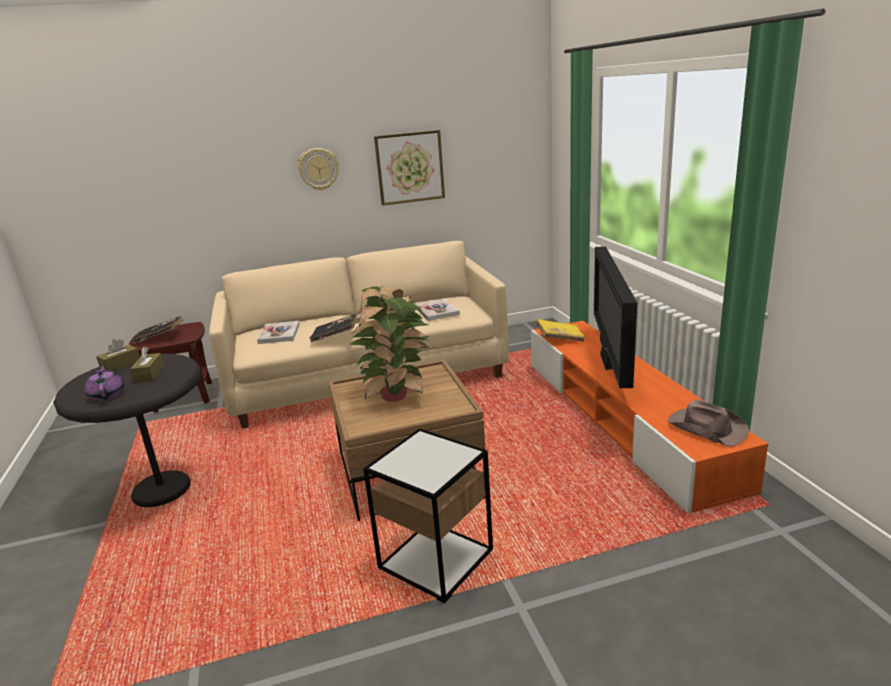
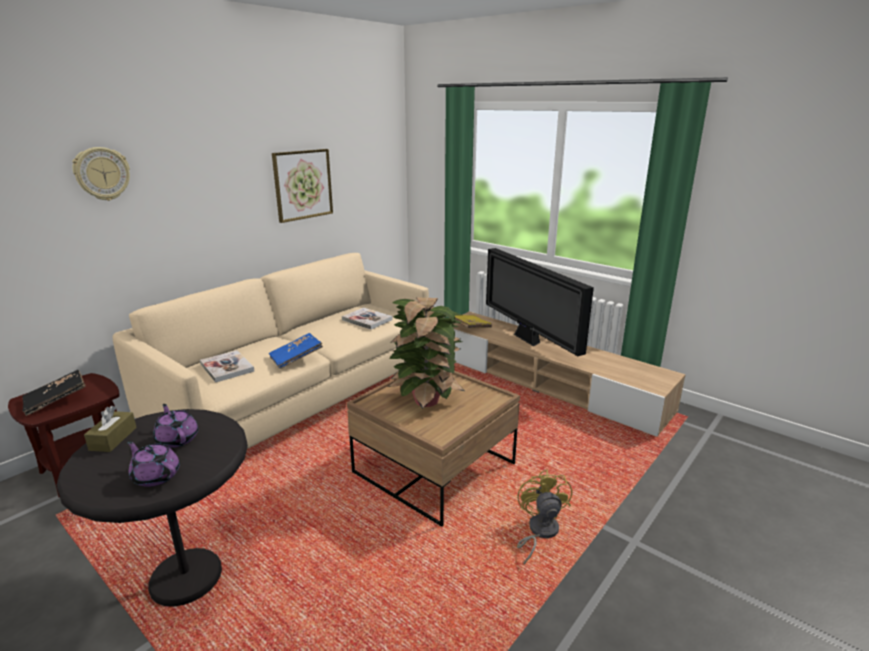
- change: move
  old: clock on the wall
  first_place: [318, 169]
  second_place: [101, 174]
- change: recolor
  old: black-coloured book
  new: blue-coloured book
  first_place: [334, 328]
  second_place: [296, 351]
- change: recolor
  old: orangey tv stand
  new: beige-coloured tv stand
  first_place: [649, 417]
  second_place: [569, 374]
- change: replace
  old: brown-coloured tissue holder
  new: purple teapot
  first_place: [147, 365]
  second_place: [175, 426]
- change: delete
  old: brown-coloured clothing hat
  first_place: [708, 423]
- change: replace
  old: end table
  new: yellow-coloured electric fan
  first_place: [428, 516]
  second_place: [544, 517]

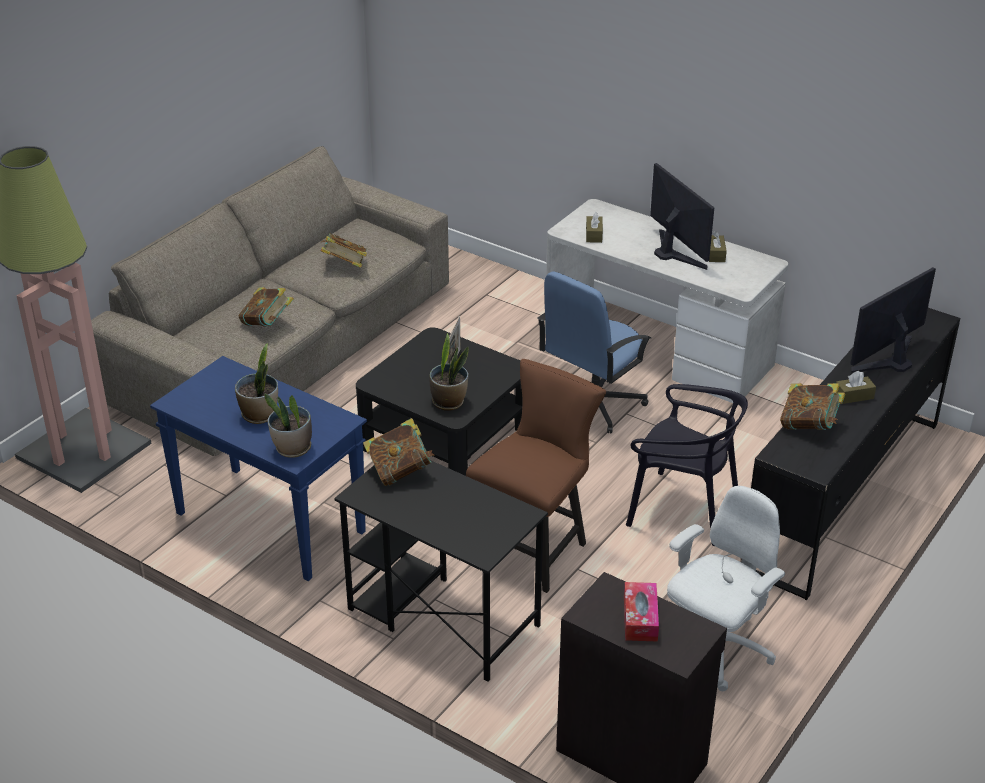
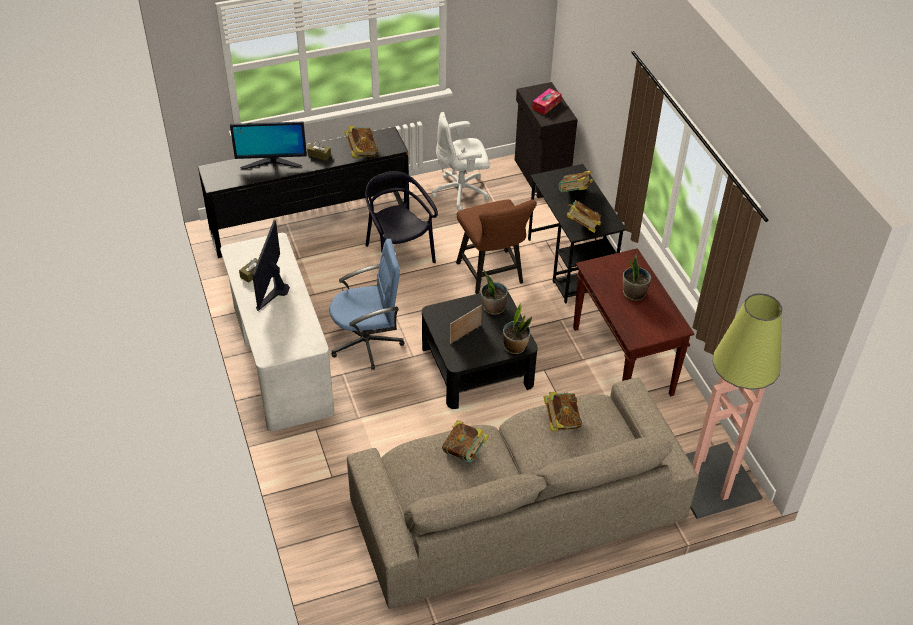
- change: delete
  old: brown-coloured tissue holder
  first_place: [594, 227]
- change: recolor
  old: blue-coloured hall table
  new: brown-coloured hall table
  first_place: [258, 468]
  second_place: [634, 322]
- change: rotate
  old: brown-coloured plain chair
  first_place: [536, 476]
  second_place: [496, 246]
  degrees: -90
- change: move
  old: plant in a pot
  first_place: [288, 426]
  second_place: [517, 328]
- change: insert
  new: book
  second_place: [575, 181]

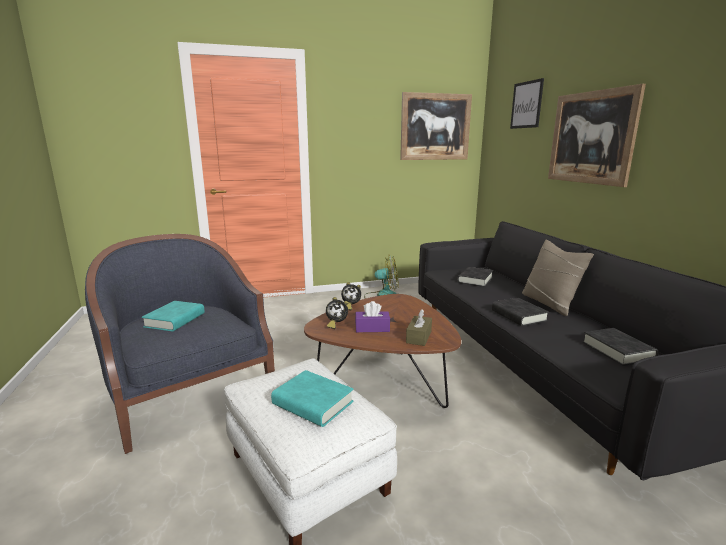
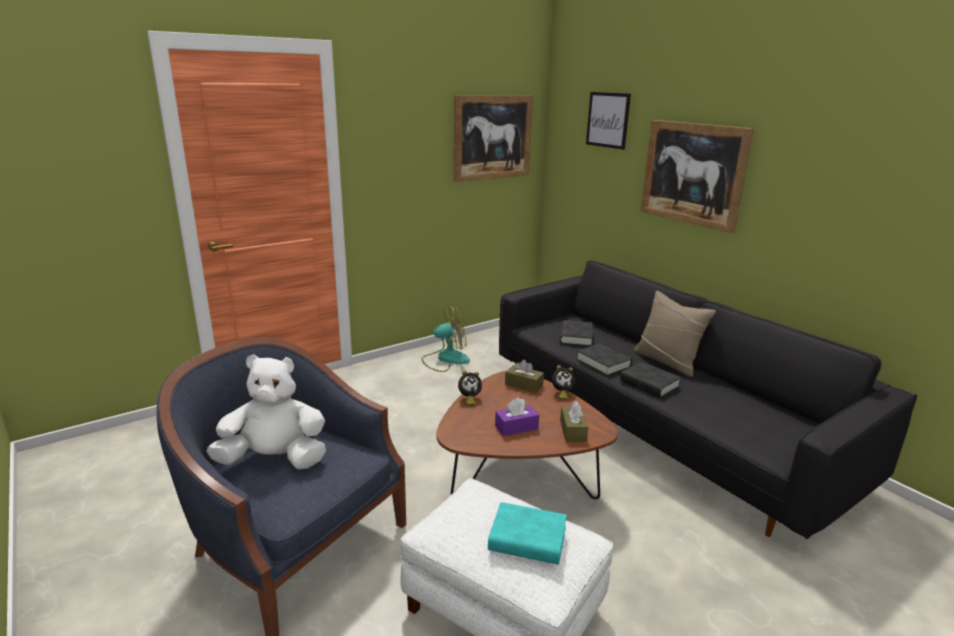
- change: move
  old: alarm clock
  first_place: [337, 313]
  second_place: [563, 382]
- change: replace
  old: blue-green book
  new: white-coloured cuddly toy
  first_place: [173, 316]
  second_place: [266, 412]
- change: move
  old: black-coloured book
  first_place: [620, 347]
  second_place: [604, 360]
- change: insert
  new: brown-coloured tissue holder
  second_place: [524, 376]

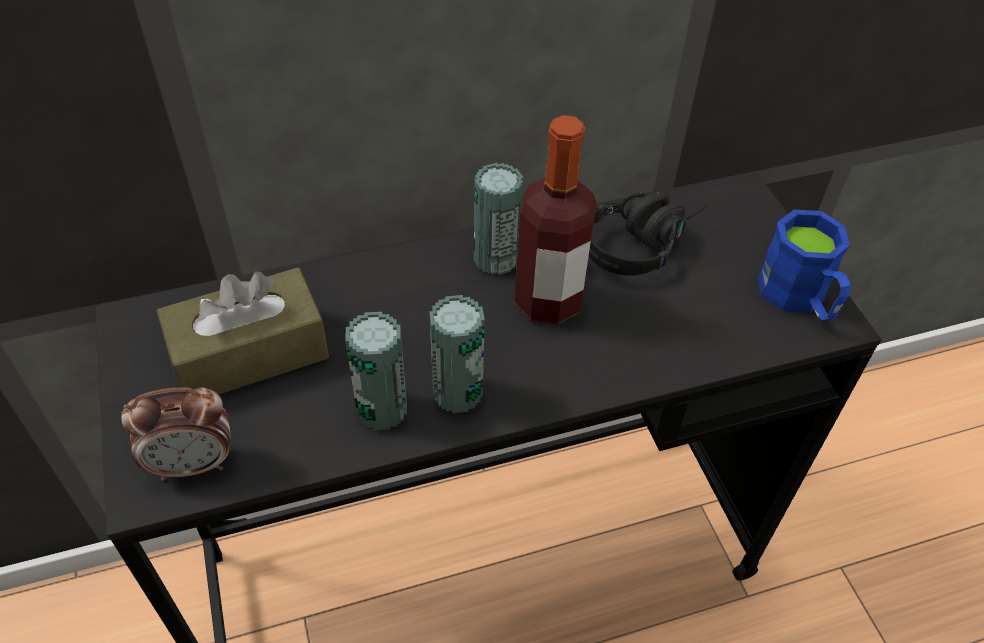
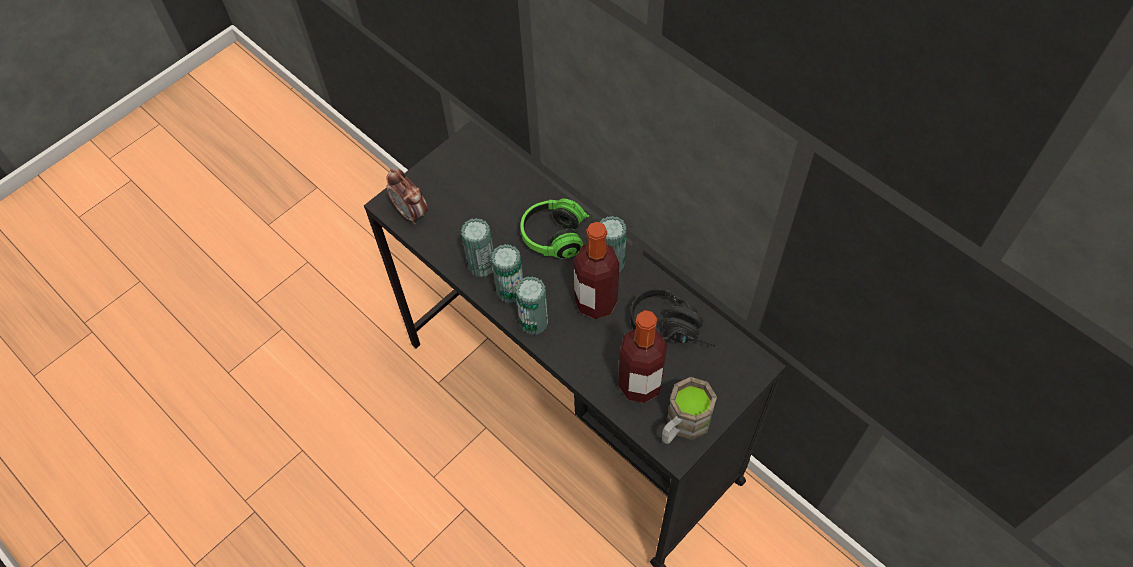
- change: recolor
  old: blue-coloured coffee mug
  new: brown-coloured coffee mug
  first_place: [804, 266]
  second_place: [689, 410]
- change: delete
  old: brown-coloured tissue holder
  first_place: [242, 331]
- change: insert
  new: headphones
  second_place: [560, 229]
- change: insert
  new: sealed can
  second_place: [531, 305]
- change: insert
  new: bottle
  second_place: [642, 356]

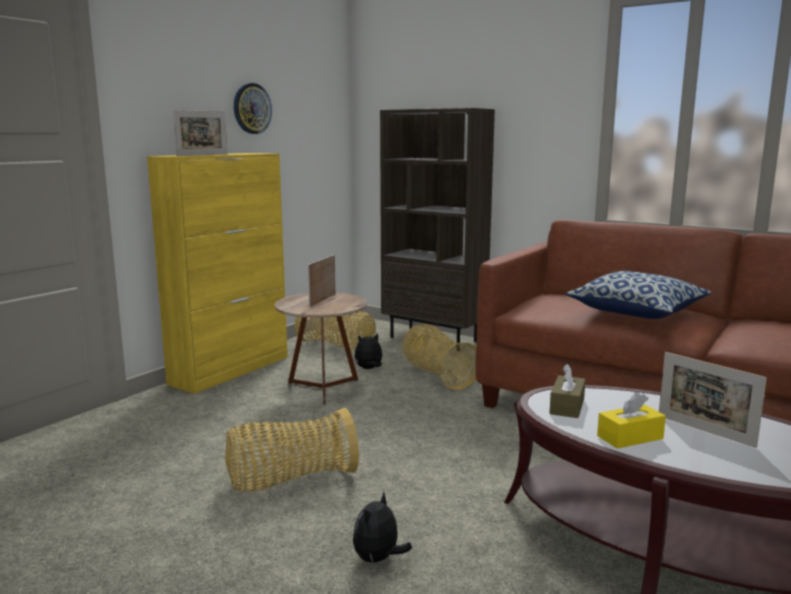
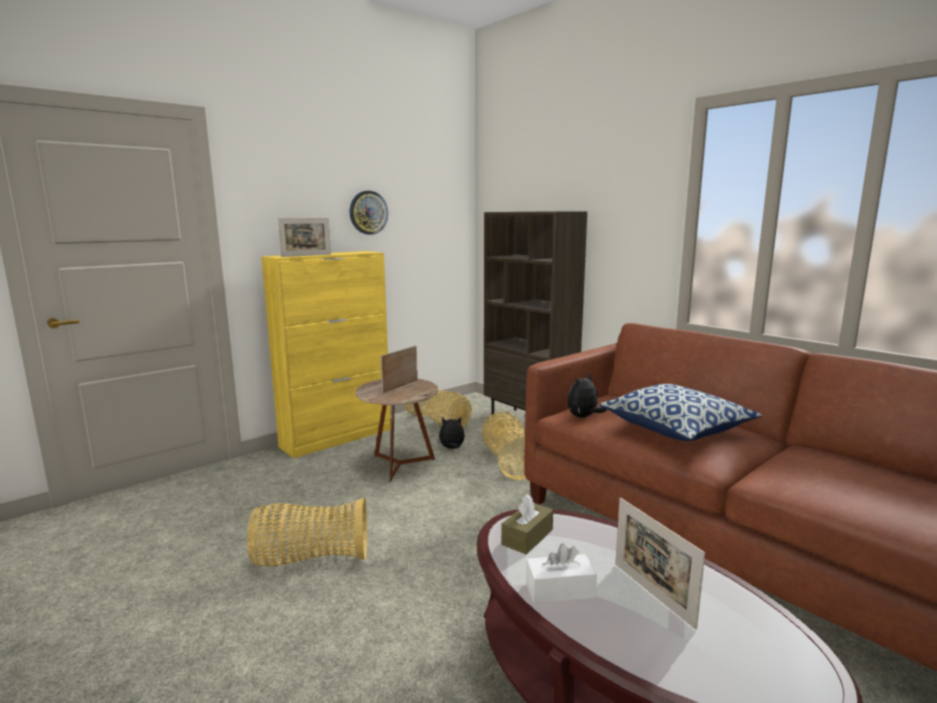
- change: recolor
  old: yellow-coloured tissue holder
  new: white-coloured tissue holder
  first_place: [631, 420]
  second_place: [561, 573]
- change: move
  old: cuddly toy
  first_place: [382, 527]
  second_place: [587, 395]

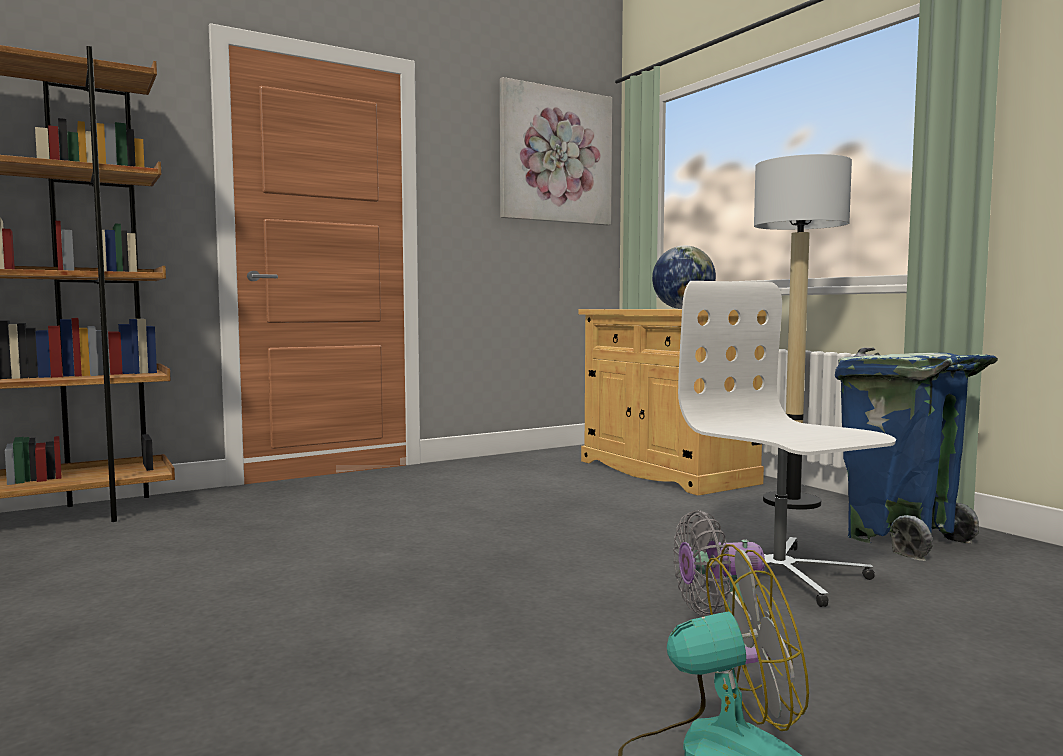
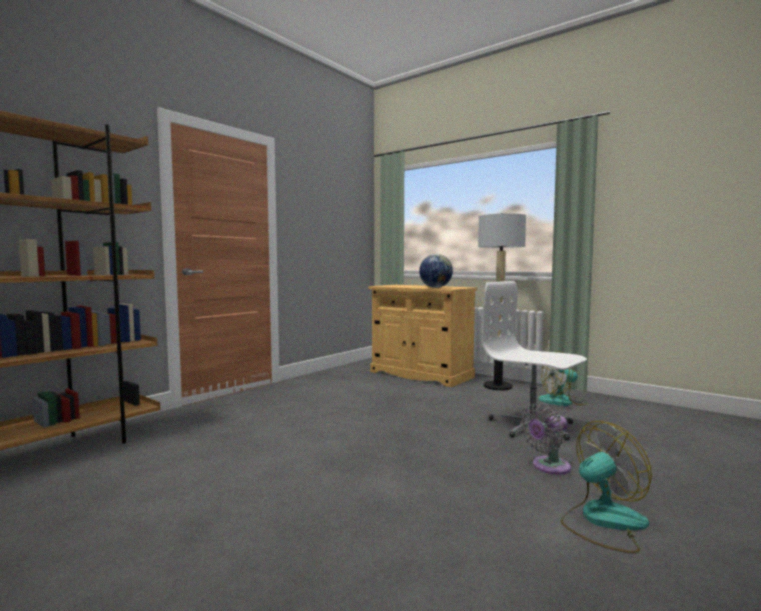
- change: delete
  old: picture
  first_place: [556, 151]
- change: replace
  old: blue-coloured rubbish bin
  new: electric fan
  first_place: [916, 454]
  second_place: [563, 378]

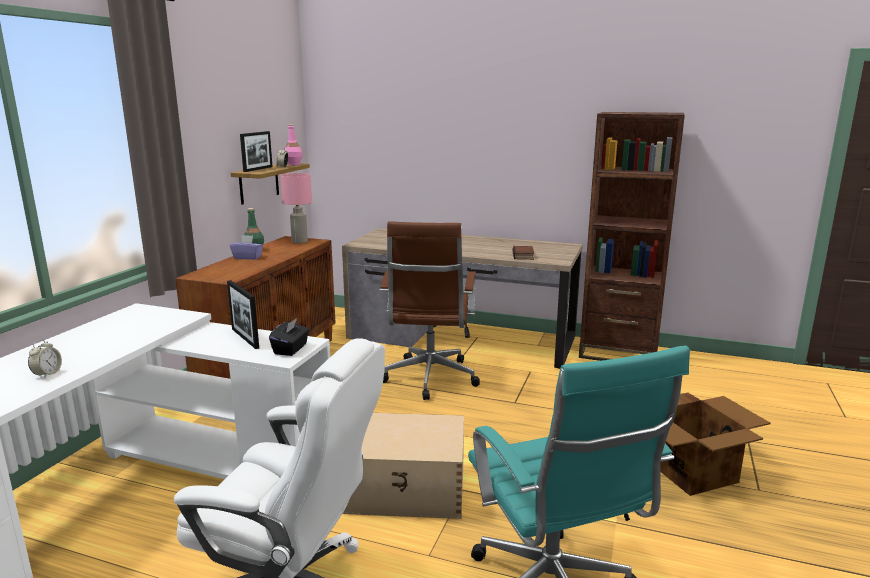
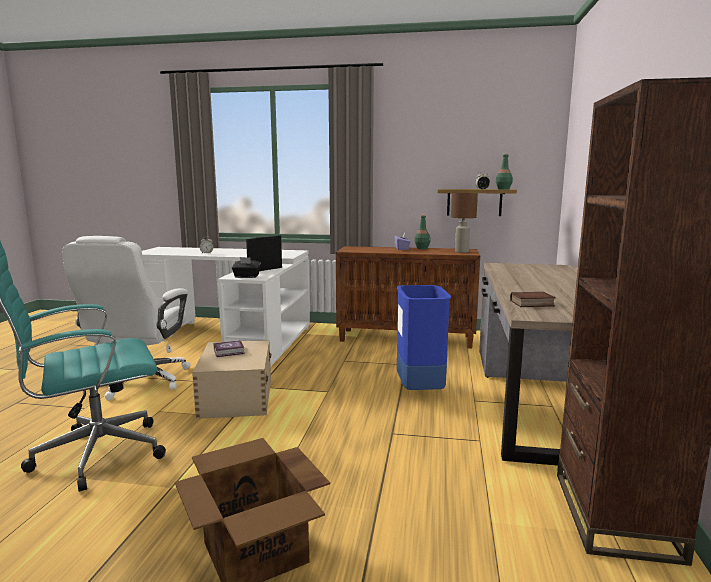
- change: recolor
  old: pink bottle
  new: greenish bottle
  first_place: [294, 144]
  second_place: [504, 171]
- change: delete
  old: photo frame
  first_place: [256, 151]
- change: recolor
  old: pink lamp for a table
  new: brown-coloured lamp for a table
  first_place: [296, 208]
  second_place: [464, 223]
- change: replace
  old: brown-coloured computer chair
  new: blue-coloured rubbish bin
  first_place: [430, 311]
  second_place: [423, 337]
- change: insert
  new: book
  second_place: [229, 348]

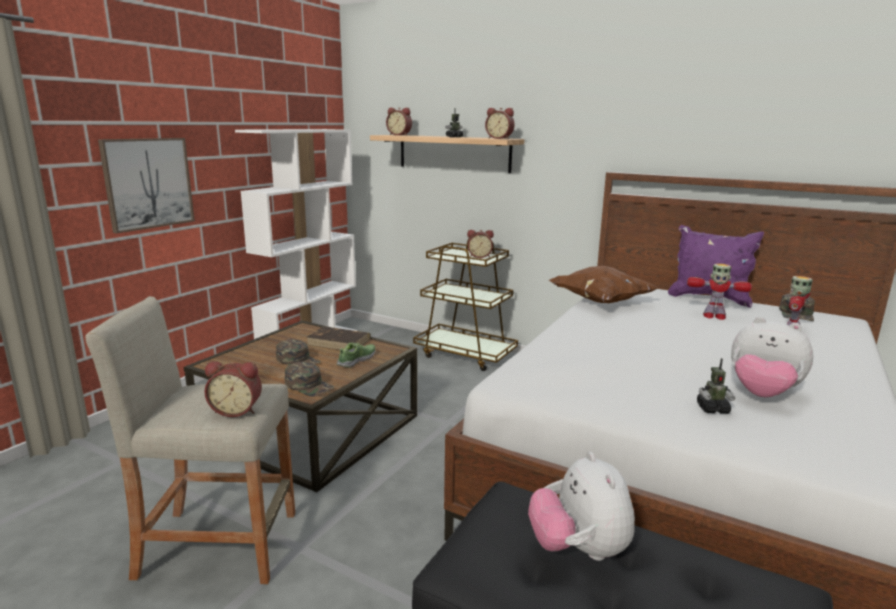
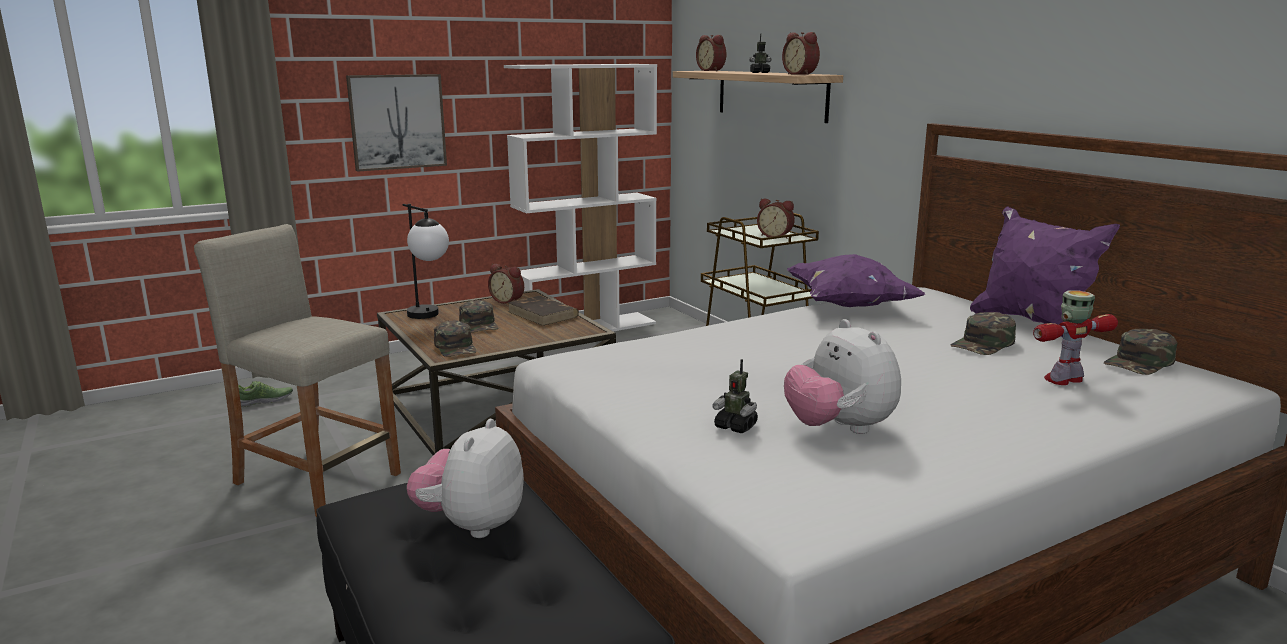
- change: replace
  old: robot figure
  new: greenish baseball cap
  first_place: [719, 292]
  second_place: [983, 333]
- change: recolor
  old: brown-coloured pillow
  new: purple pillow
  first_place: [604, 284]
  second_place: [856, 280]
- change: move
  old: shoe
  first_place: [356, 355]
  second_place: [265, 394]
- change: move
  old: alarm clock
  first_place: [233, 389]
  second_place: [506, 284]
- change: insert
  new: lamp for a table
  second_place: [426, 261]

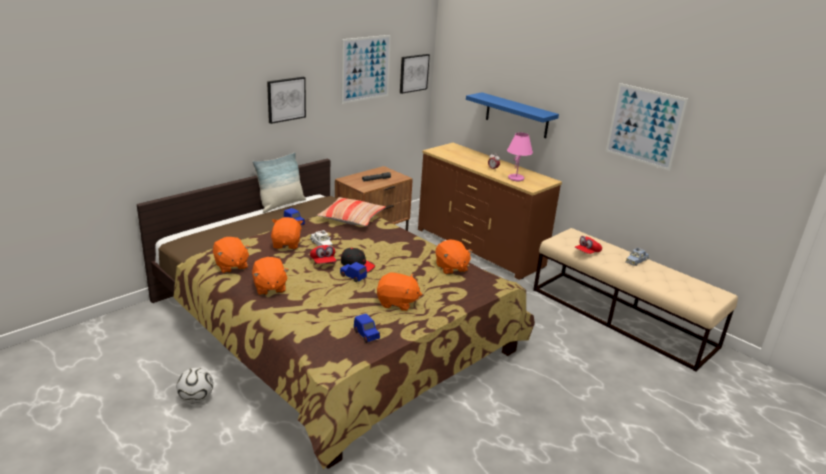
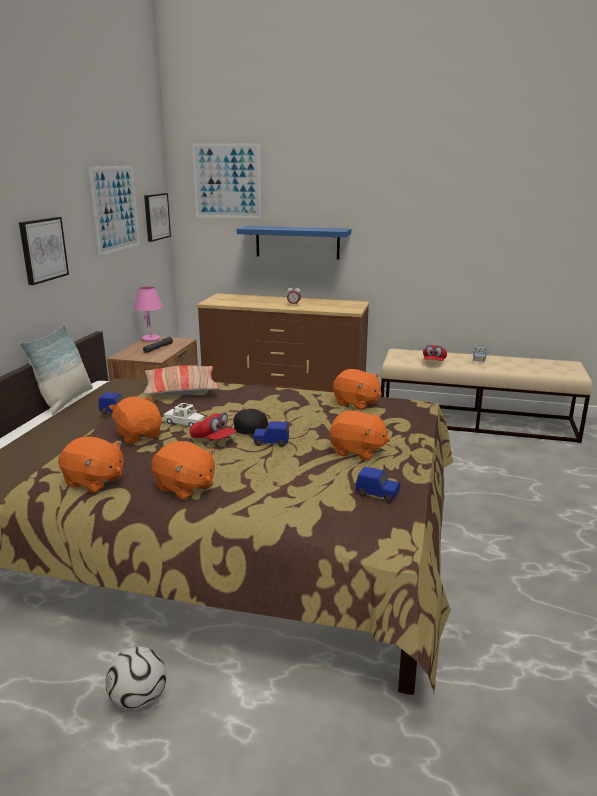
- change: move
  old: picture
  first_place: [647, 127]
  second_place: [227, 181]
- change: move
  old: pink lamp for a table
  first_place: [520, 157]
  second_place: [148, 314]
- change: rotate
  old: orangey cuddly toy
  first_place: [399, 291]
  second_place: [360, 435]
  degrees: 45

